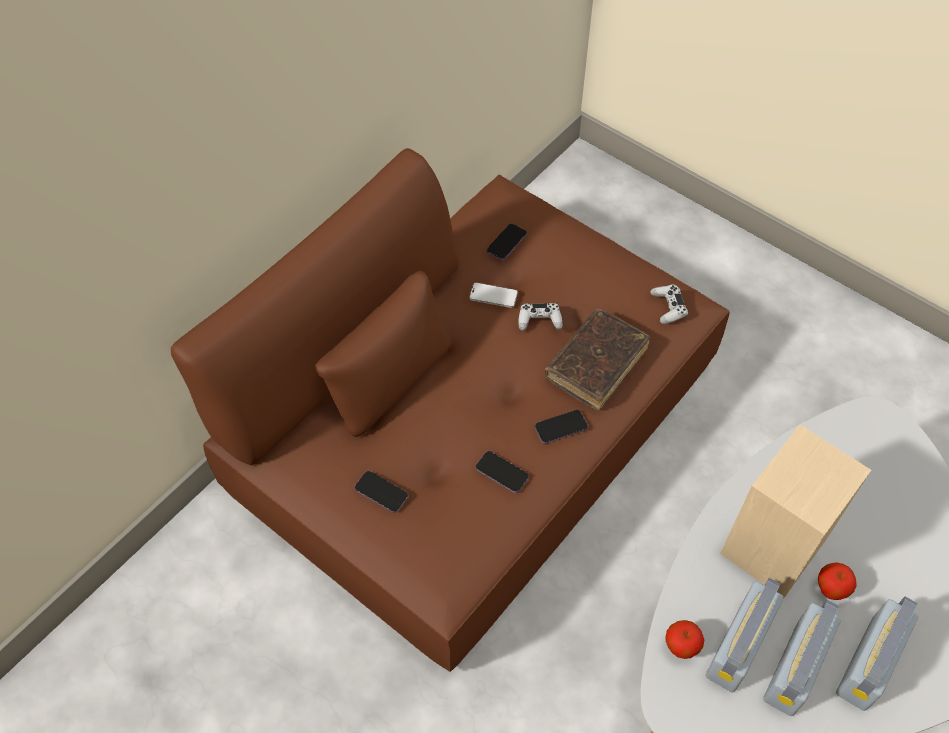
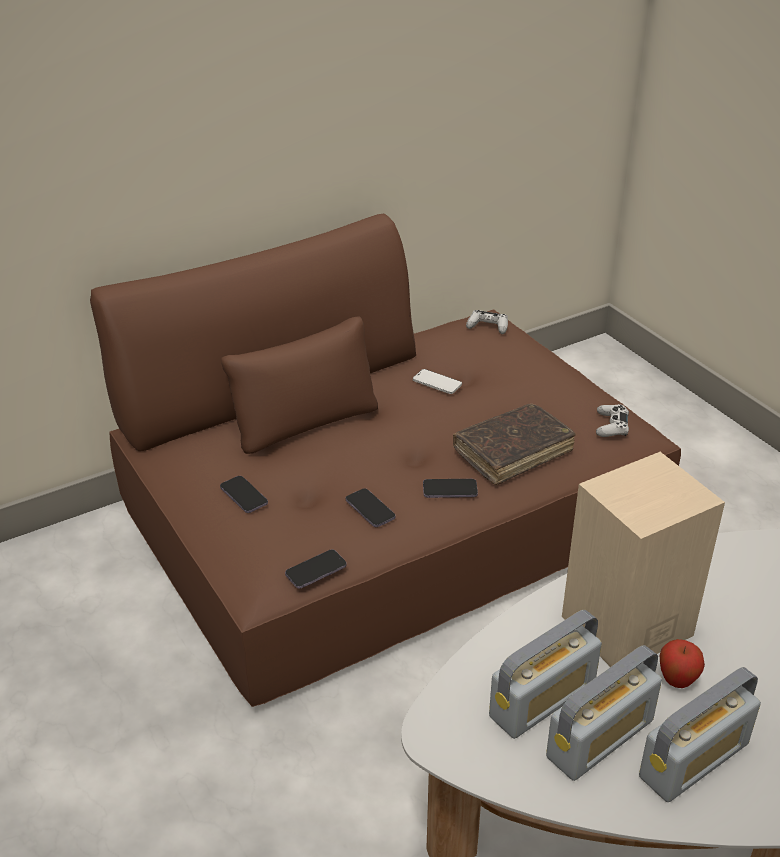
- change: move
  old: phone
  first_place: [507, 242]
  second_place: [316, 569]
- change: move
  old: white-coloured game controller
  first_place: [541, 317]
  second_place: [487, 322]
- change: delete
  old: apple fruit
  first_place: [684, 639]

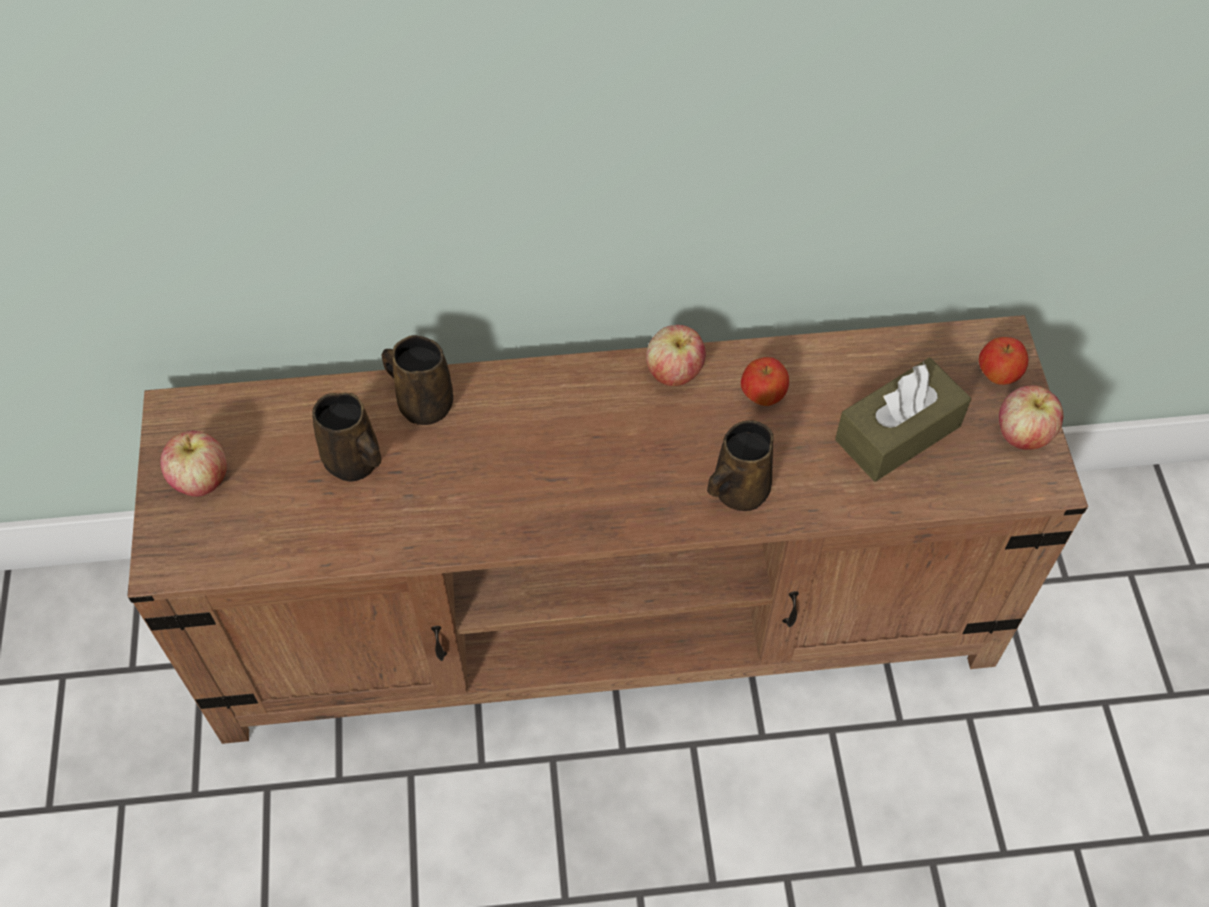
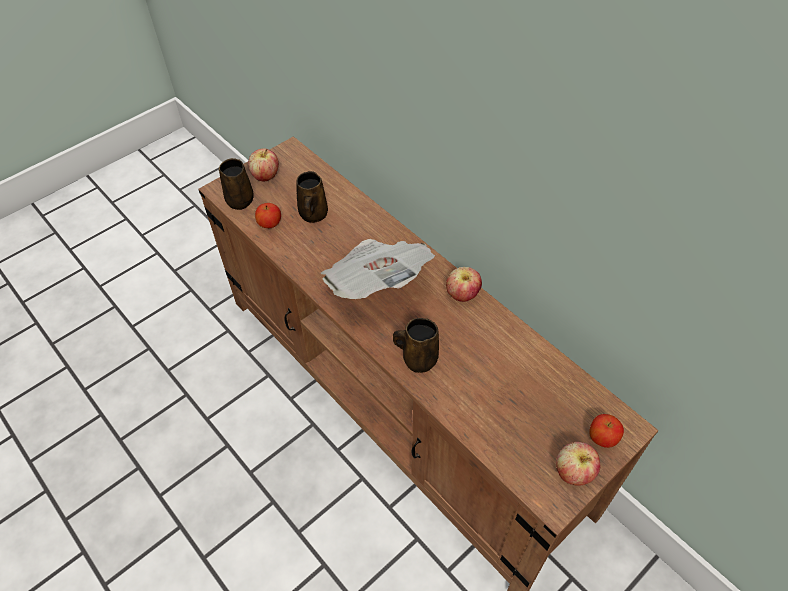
- change: move
  old: brown-coloured coffee mug
  first_place: [417, 380]
  second_place: [236, 184]
- change: move
  old: apple fruit
  first_place: [765, 381]
  second_place: [268, 215]
- change: delete
  old: brown-coloured tissue holder
  first_place: [903, 420]
- change: insert
  new: daily paper
  second_place: [378, 269]

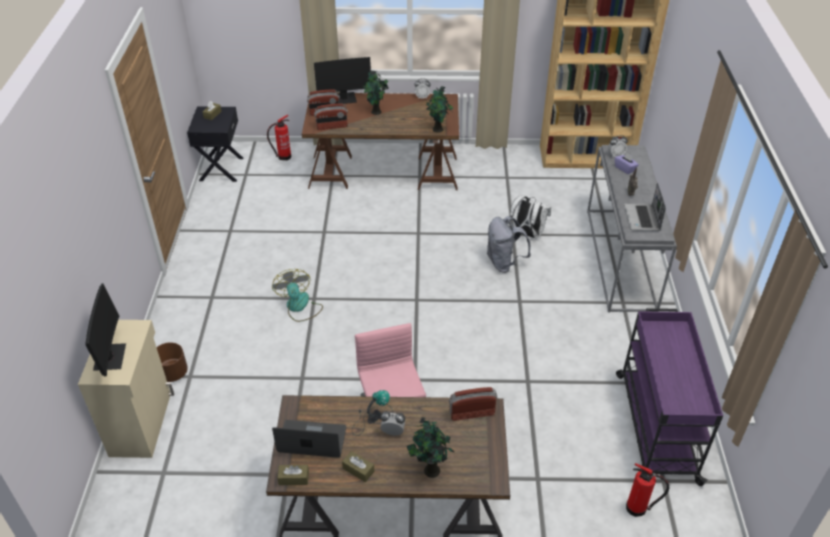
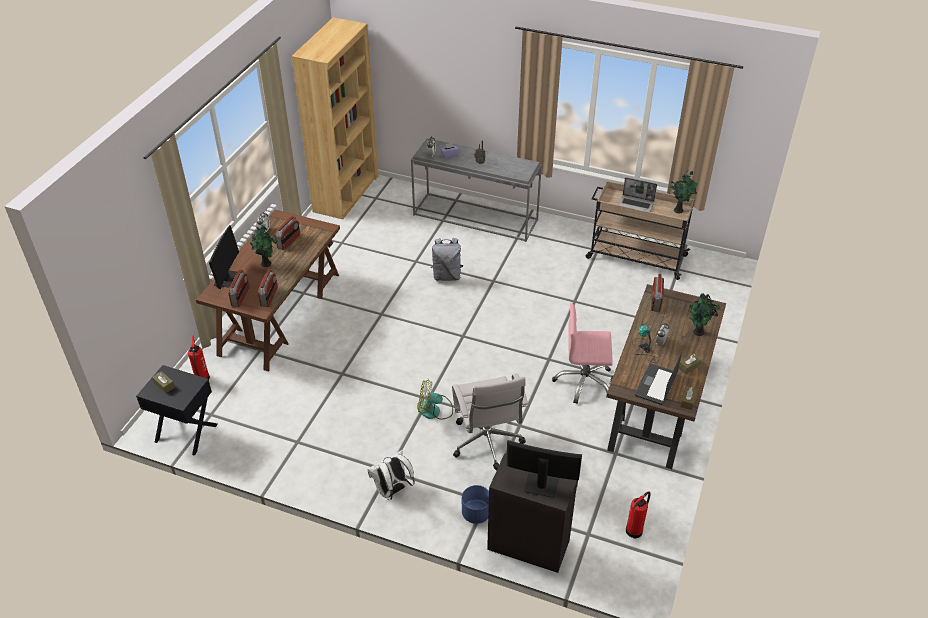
- change: move
  old: plant in a pot
  first_place: [439, 109]
  second_place: [683, 191]
- change: move
  old: notebook computer
  first_place: [645, 207]
  second_place: [637, 194]
- change: move
  old: white-coloured backpack
  first_place: [530, 216]
  second_place: [391, 475]
- change: recolor
  old: purple wheeled cart
  new: beige-coloured wheeled cart
  first_place: [669, 397]
  second_place: [640, 230]
- change: recolor
  old: beige-coloured cupboard
  new: black-coloured cupboard
  first_place: [126, 389]
  second_place: [532, 513]
- change: recolor
  old: brown-coloured planter
  new: blue-coloured planter
  first_place: [172, 362]
  second_place: [475, 504]
- change: move
  old: fire-fighting cylinder
  first_place: [647, 490]
  second_place: [638, 514]
- change: insert
  new: radio set
  second_place: [287, 233]
- change: insert
  new: white-coloured computer chair
  second_place: [490, 421]

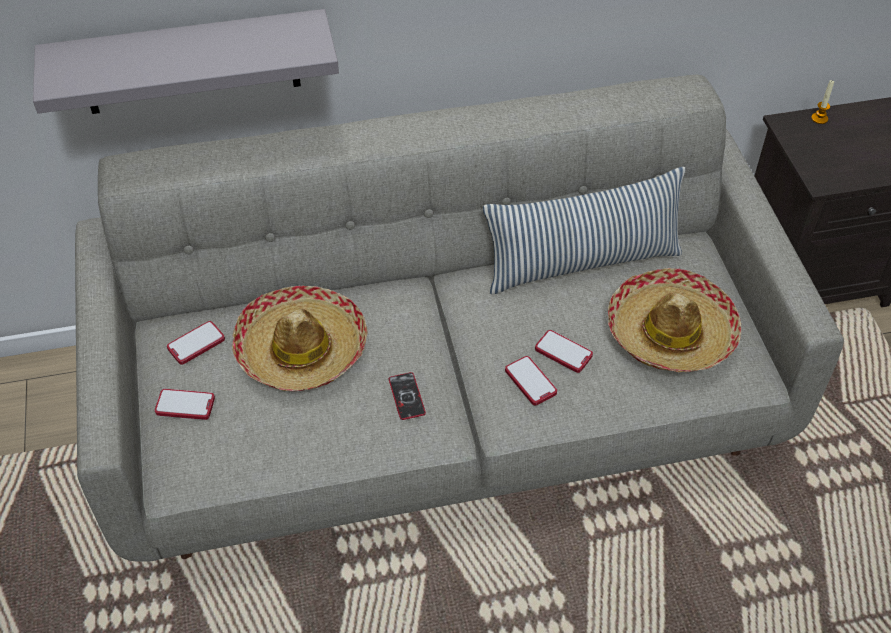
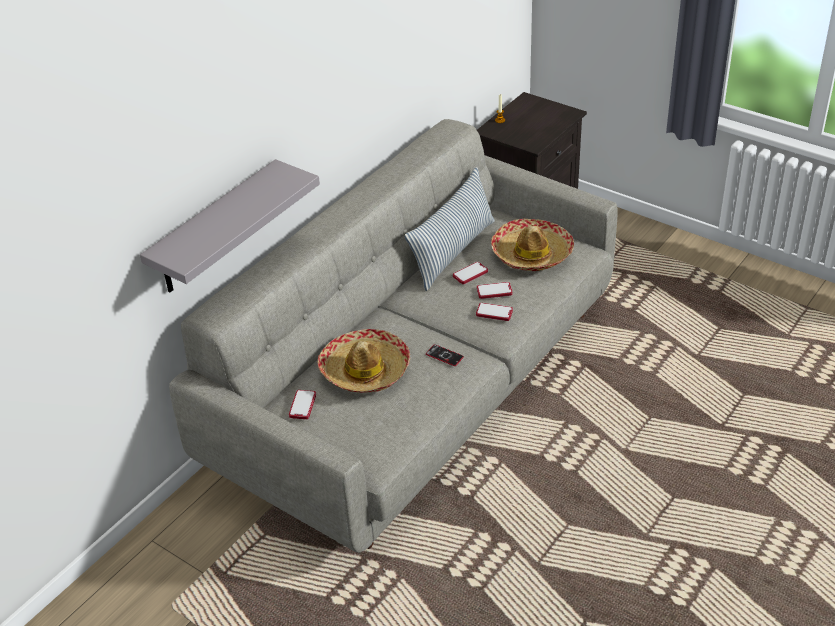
- change: move
  old: phone
  first_place: [185, 404]
  second_place: [470, 273]

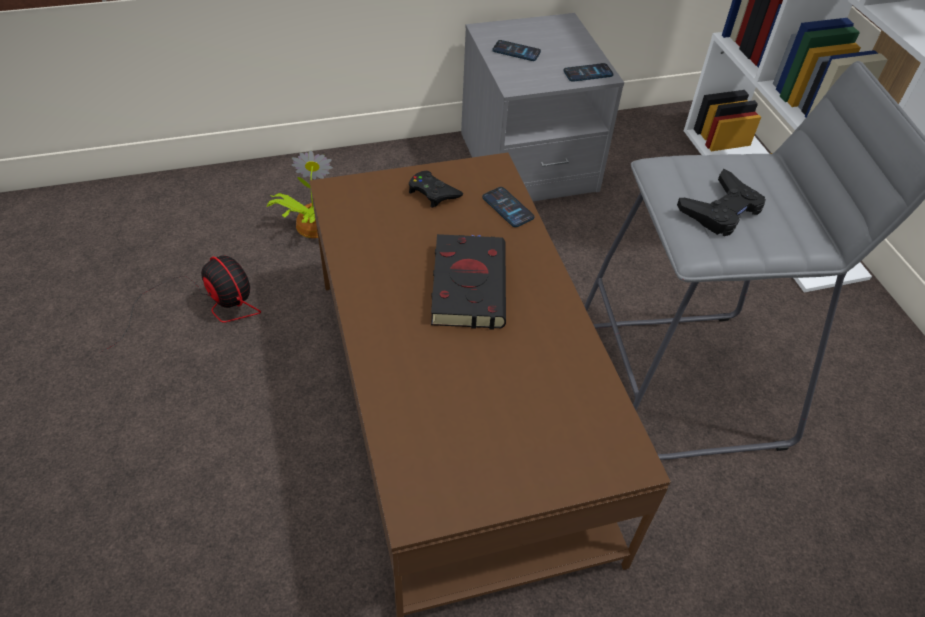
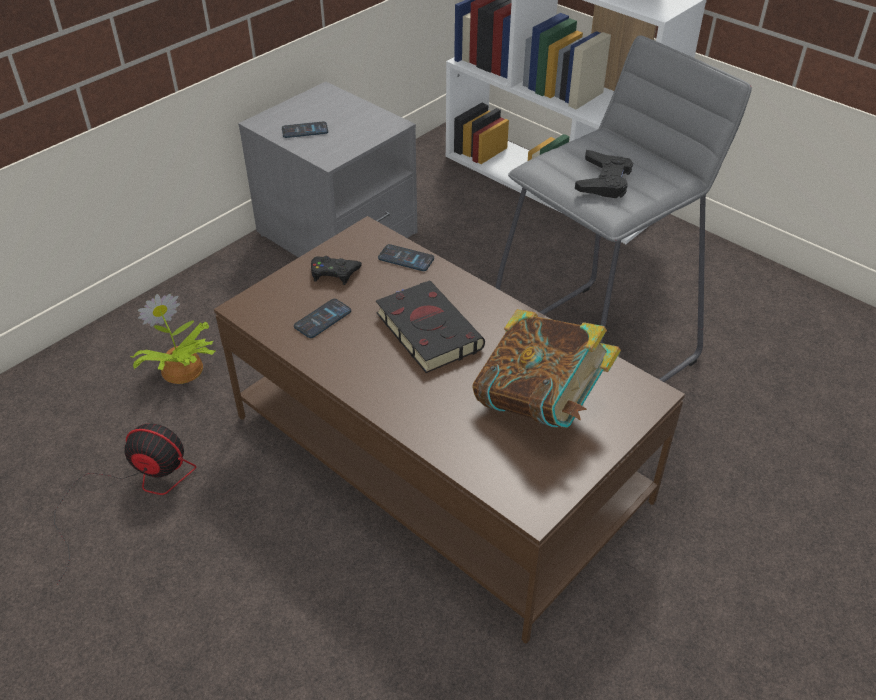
- change: move
  old: phone
  first_place: [588, 72]
  second_place: [322, 318]
- change: insert
  new: book
  second_place: [546, 368]

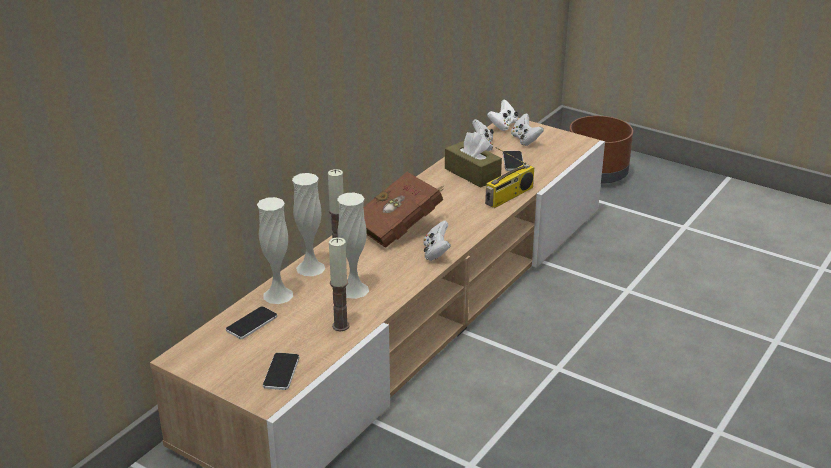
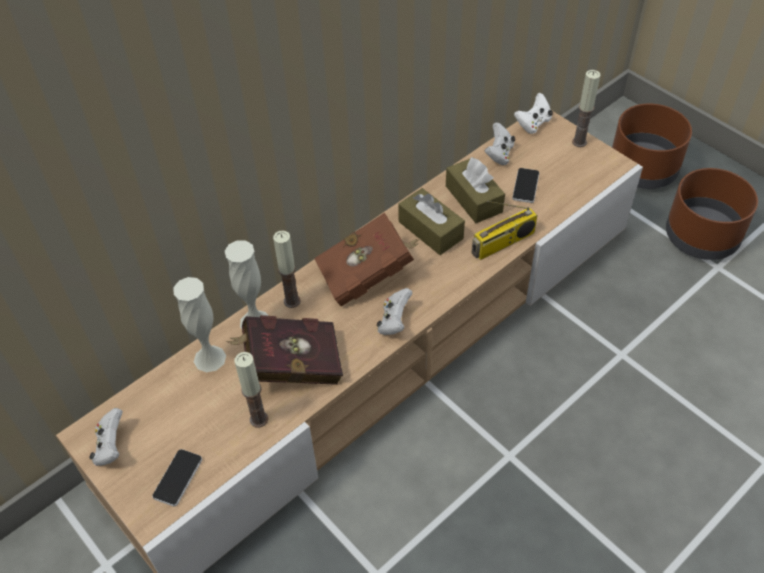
- change: move
  old: white-coloured game controller
  first_place: [527, 129]
  second_place: [106, 437]
- change: replace
  old: white-coloured vase
  new: red book
  first_place: [353, 246]
  second_place: [284, 350]
- change: delete
  old: phone
  first_place: [251, 322]
- change: insert
  new: wax light
  second_place: [586, 108]
- change: insert
  new: brown-coloured planter
  second_place: [712, 214]
- change: insert
  new: brown-coloured tissue holder
  second_place: [431, 221]

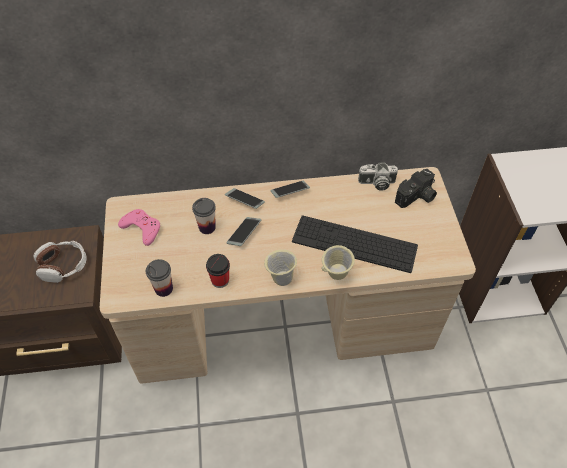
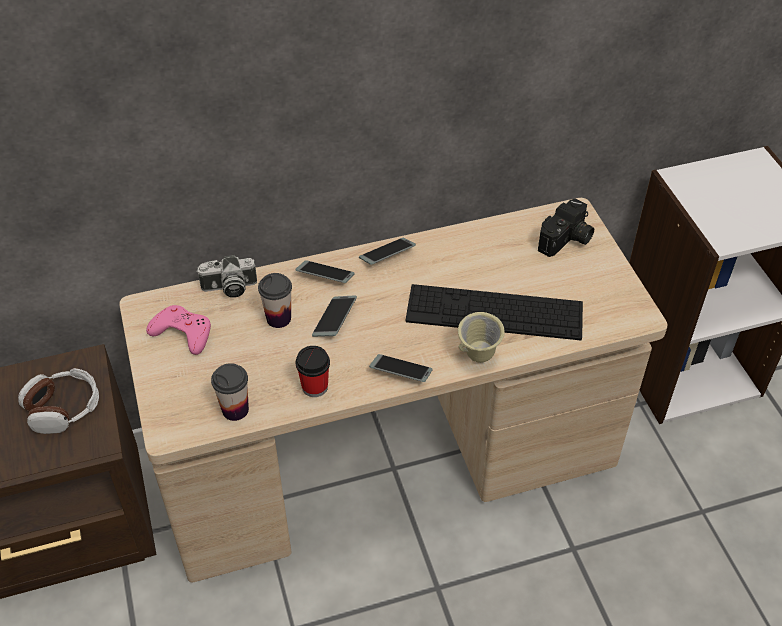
- change: move
  old: still camera
  first_place: [378, 176]
  second_place: [226, 276]
- change: replace
  old: beige-coloured coffee mug
  new: phone
  first_place: [280, 267]
  second_place: [401, 368]

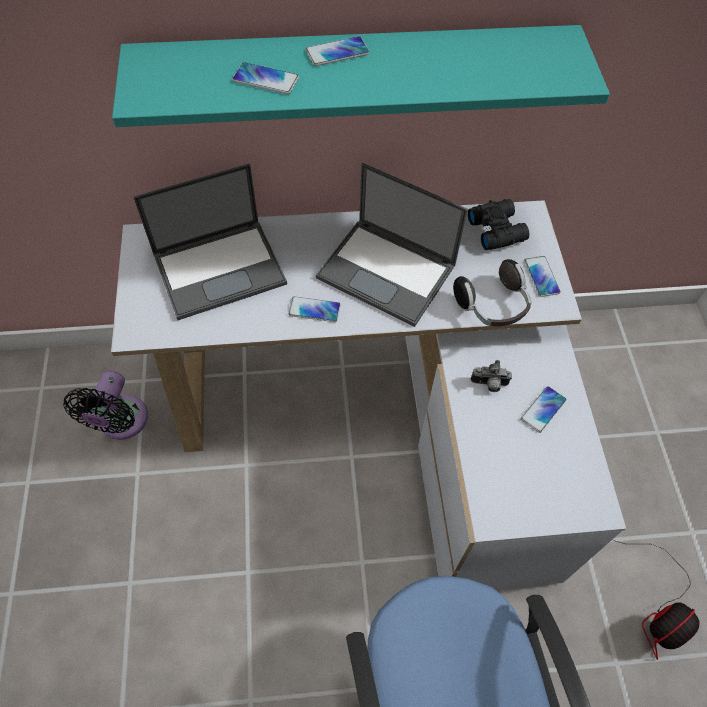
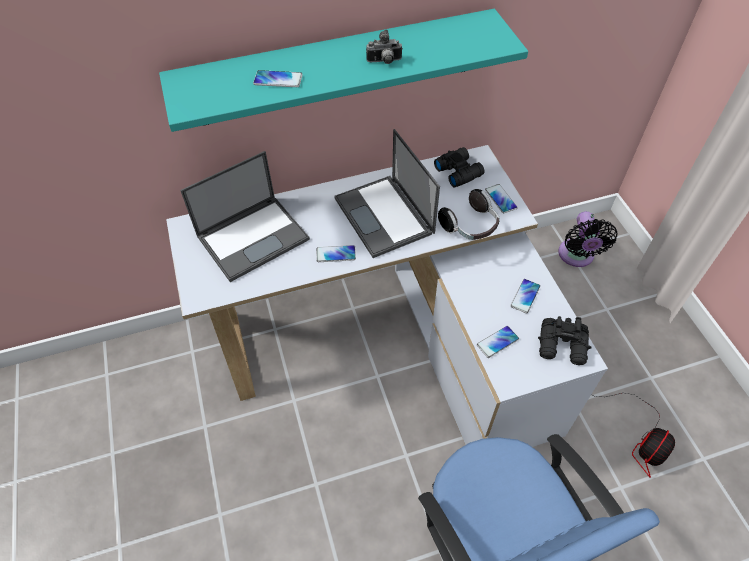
- change: move
  old: phone
  first_place: [337, 51]
  second_place: [498, 342]
- change: rotate
  old: notebook computer
  first_place: [392, 245]
  second_place: [387, 193]
  degrees: 45
- change: move
  old: still camera
  first_place: [491, 376]
  second_place: [384, 47]
- change: move
  old: black-coloured electric fan
  first_place: [105, 405]
  second_place: [587, 239]
- change: insert
  new: black-coloured field glasses
  second_place: [565, 340]

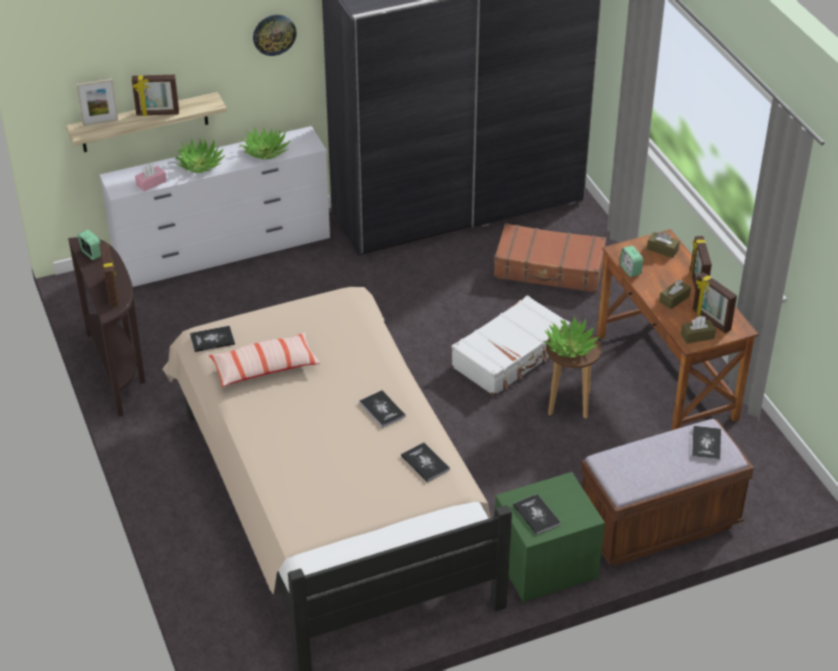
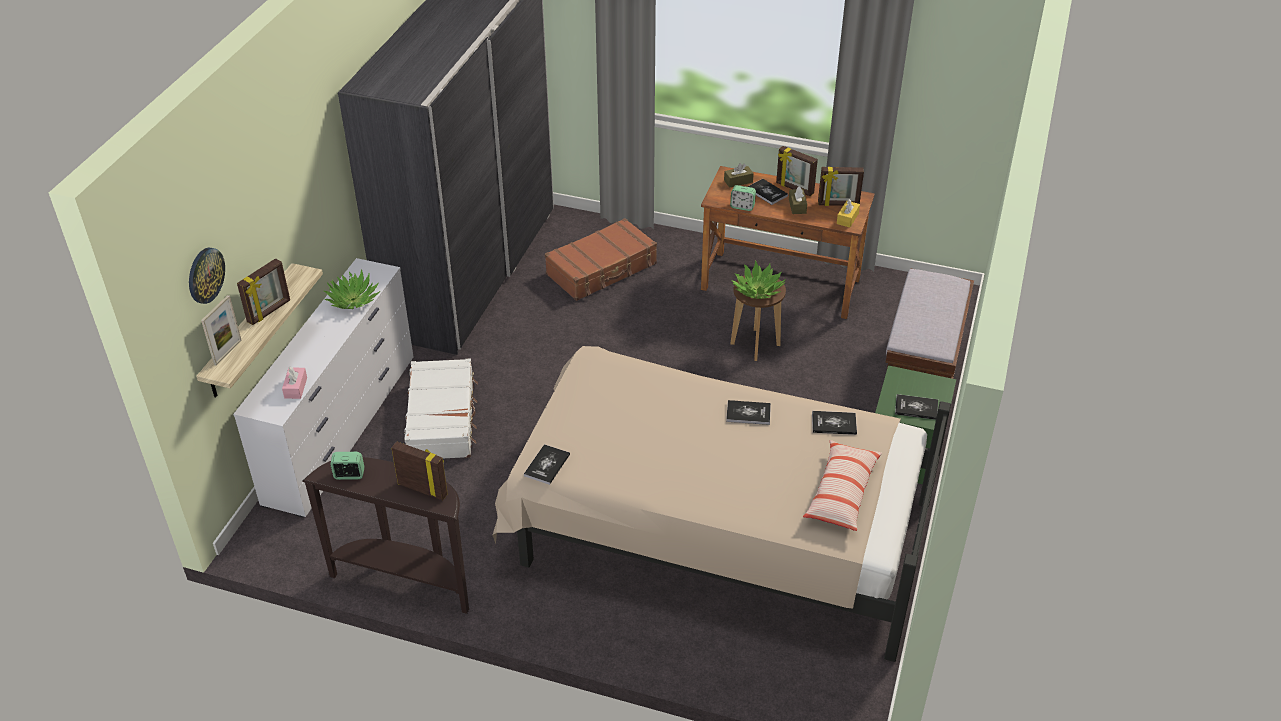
- change: move
  old: clock on the wall
  first_place: [275, 35]
  second_place: [207, 276]
- change: delete
  old: plant in a pot
  first_place: [199, 155]
- change: move
  old: white-coloured travel case
  first_place: [511, 345]
  second_place: [441, 408]
- change: recolor
  old: brown-coloured tissue holder
  new: yellow-coloured tissue holder
  first_place: [698, 330]
  second_place: [848, 213]
- change: move
  old: pillow
  first_place: [264, 359]
  second_place: [842, 485]
- change: move
  old: book
  first_place: [706, 443]
  second_place: [768, 192]

